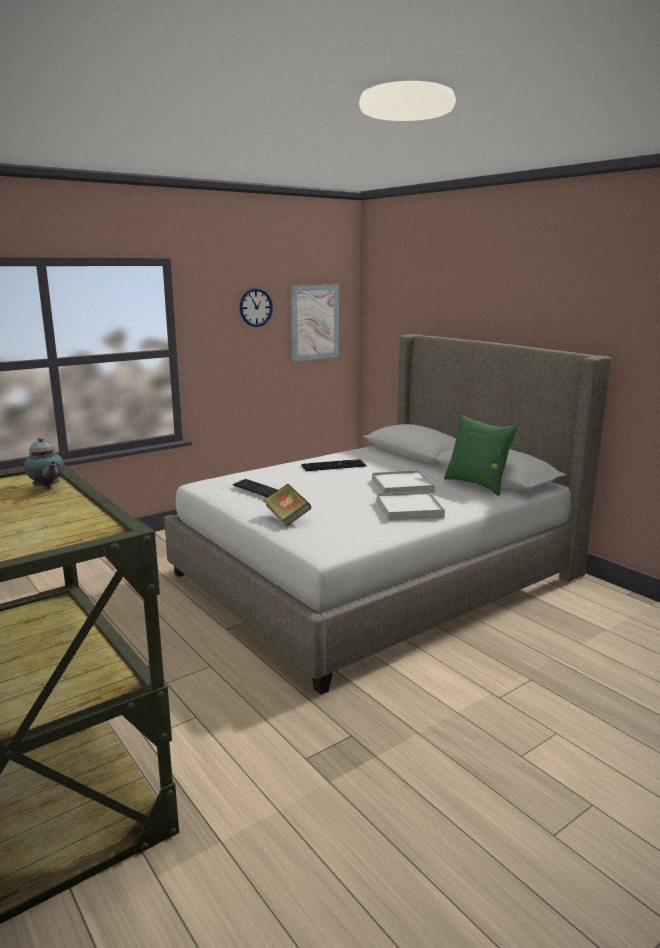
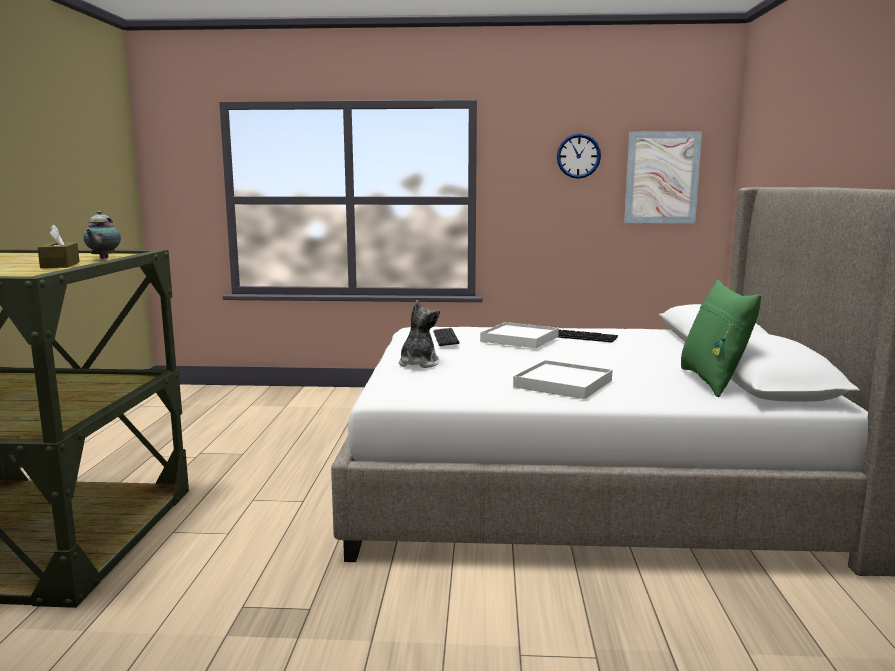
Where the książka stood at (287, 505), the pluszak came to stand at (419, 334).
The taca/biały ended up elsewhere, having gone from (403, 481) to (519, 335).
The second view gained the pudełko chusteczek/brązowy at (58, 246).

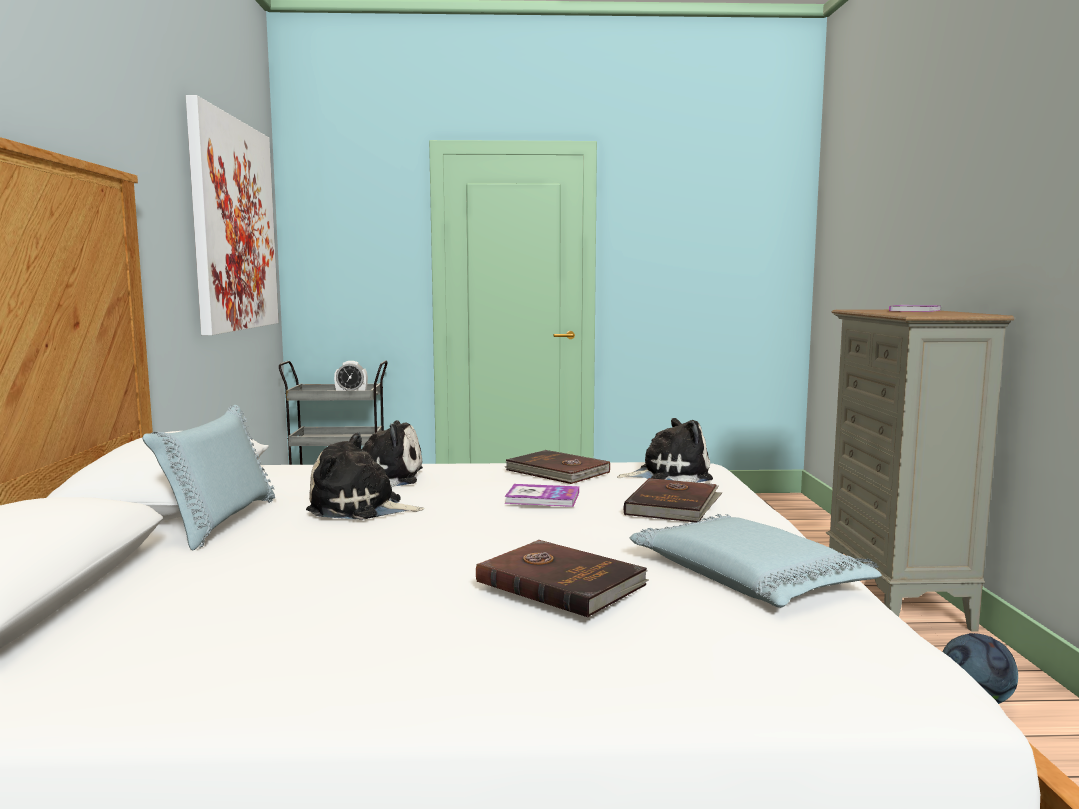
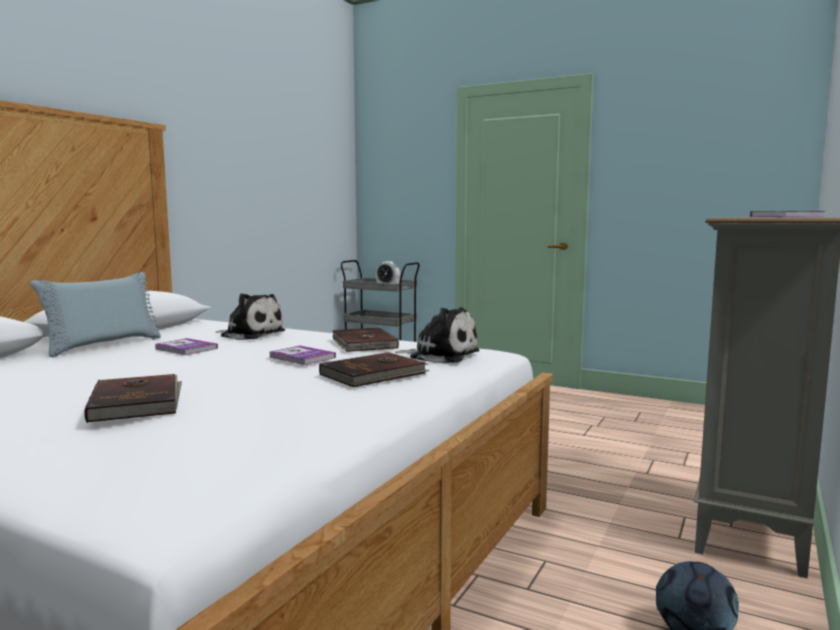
The second view lost the obraz at (232, 215).
Where the pluszak stood at (365, 476), the książka came to stand at (186, 346).
The second view lost the poduszka/niebieski at (756, 561).

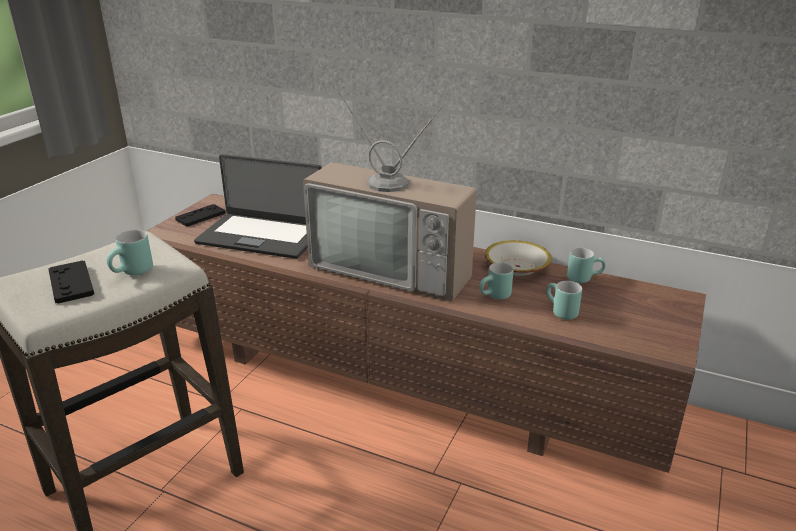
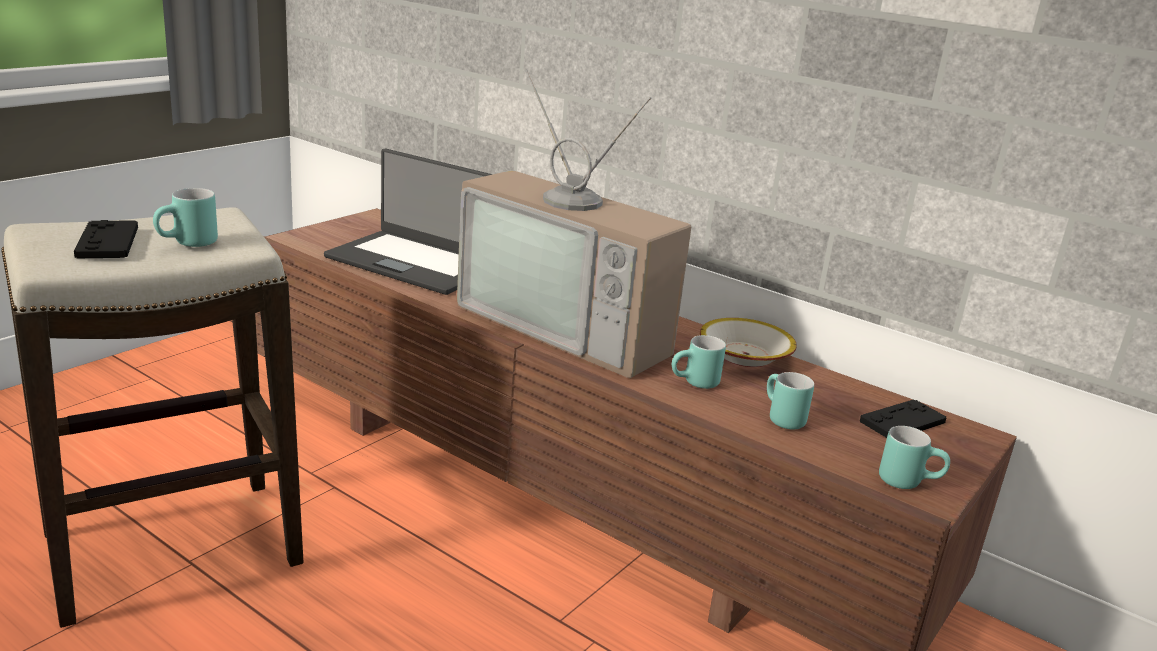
The pad do gier/czarny ended up elsewhere, having gone from (200, 215) to (903, 419).
The kubek/turkusowy ended up elsewhere, having gone from (586, 265) to (914, 457).

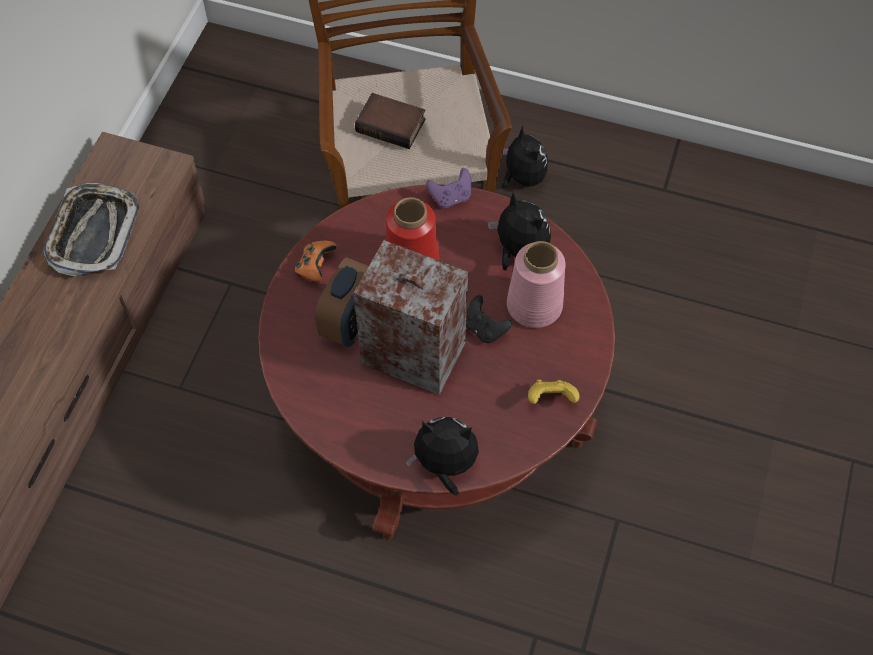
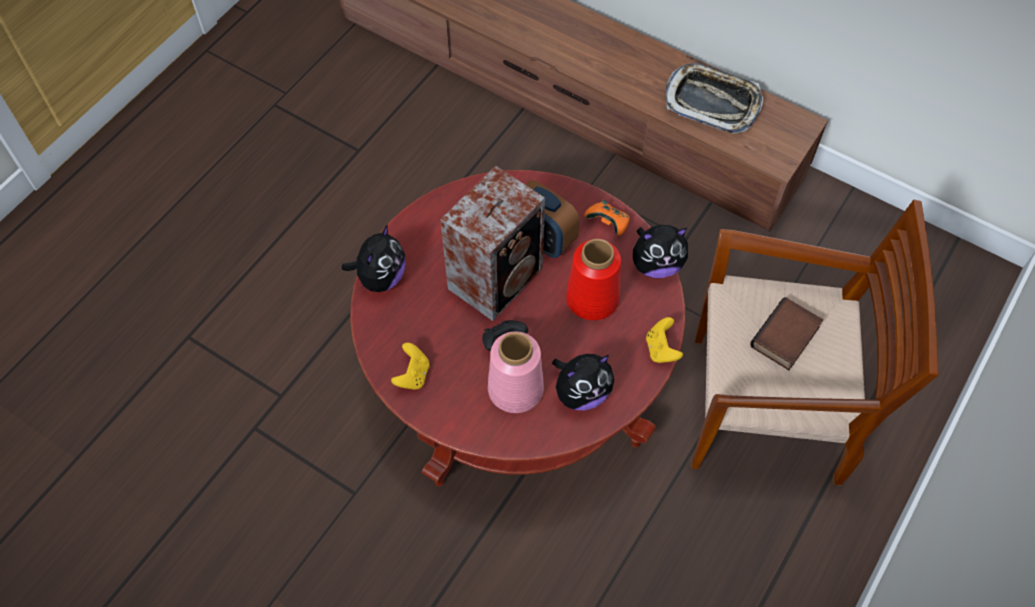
What was the pad do gier/fioletowy at (448, 188) turned into the pad do gier/żółty at (664, 340).
The pluszak ended up elsewhere, having gone from (525, 157) to (660, 251).

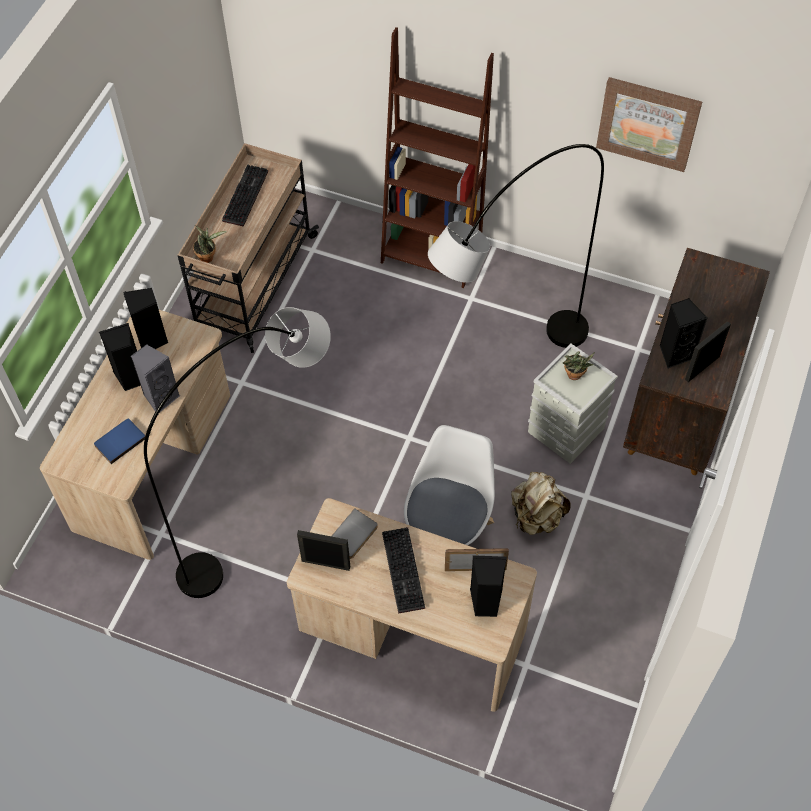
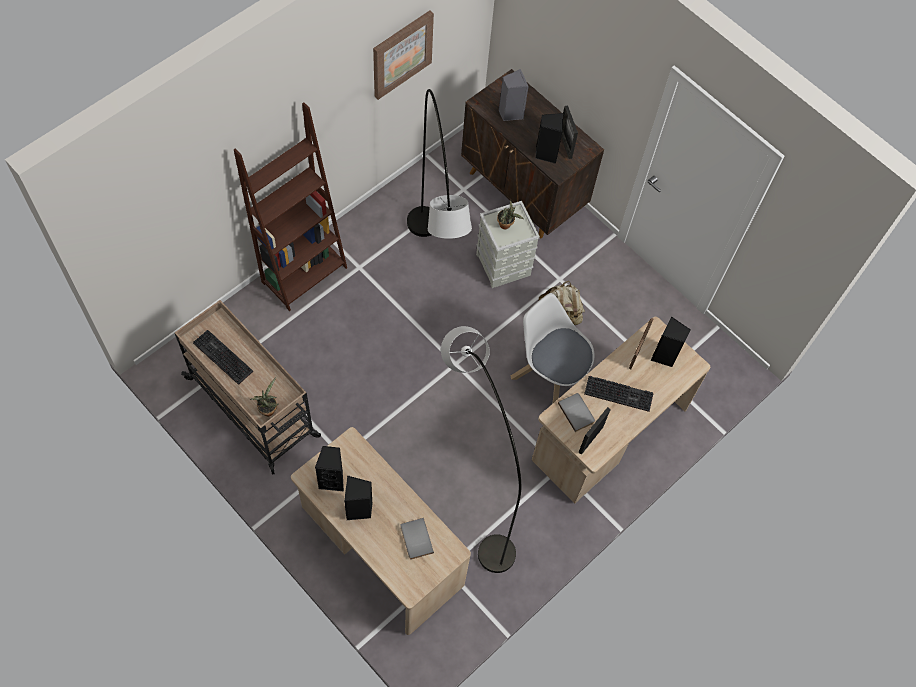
What was the książka/niebieski at (119, 441) turned into the książka/szary at (417, 538).
The głośnik/szary ended up elsewhere, having gone from (155, 378) to (514, 95).

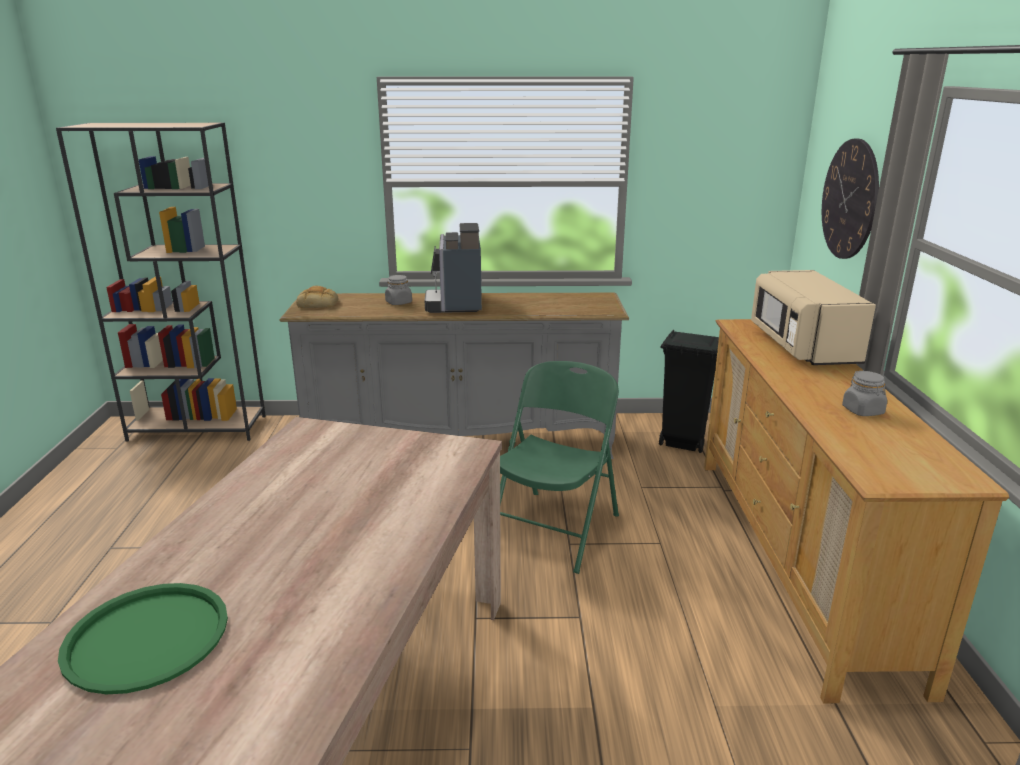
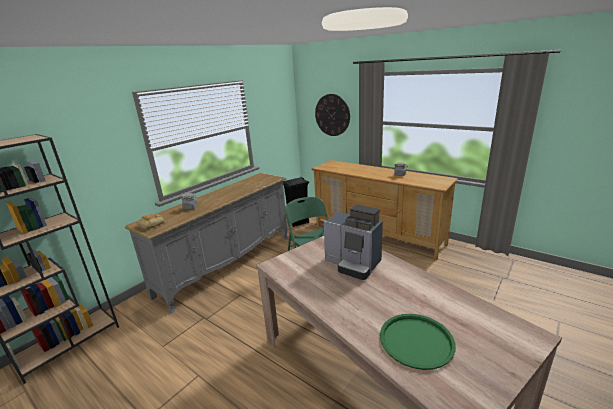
The ekspres do kawy ended up elsewhere, having gone from (453, 268) to (353, 242).
The second view lost the mikrofalówka/beżowy at (813, 317).

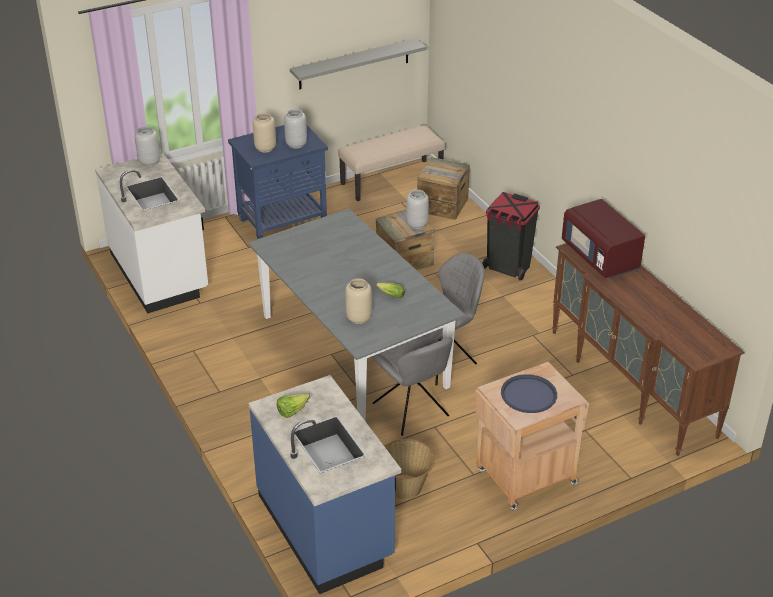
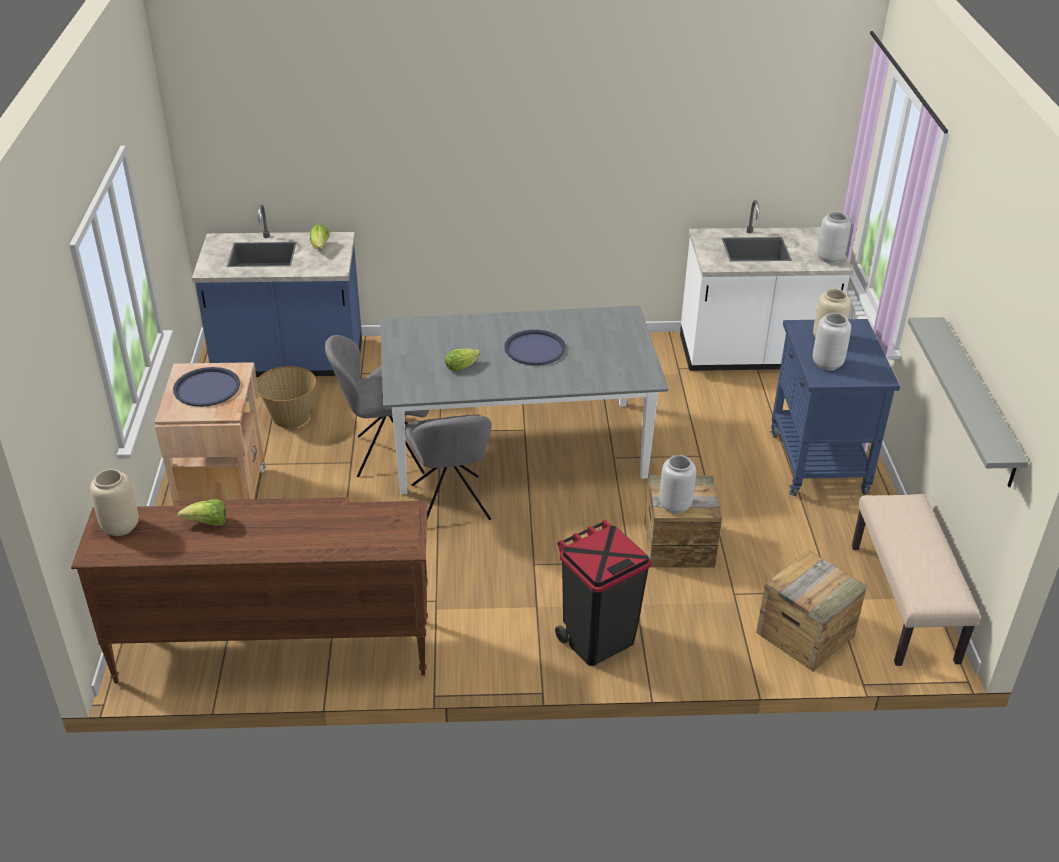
The wazon/beżowy ended up elsewhere, having gone from (358, 301) to (114, 502).
The second view lost the mikrofalówka/czerwony at (603, 238).
The second view gained the sałata at (202, 512).
The second view gained the taca/niebieski at (535, 347).

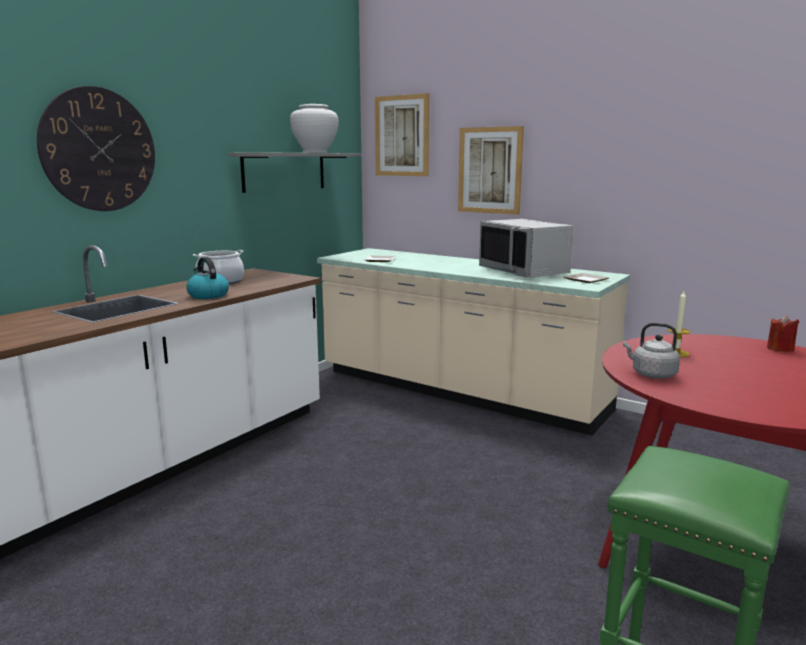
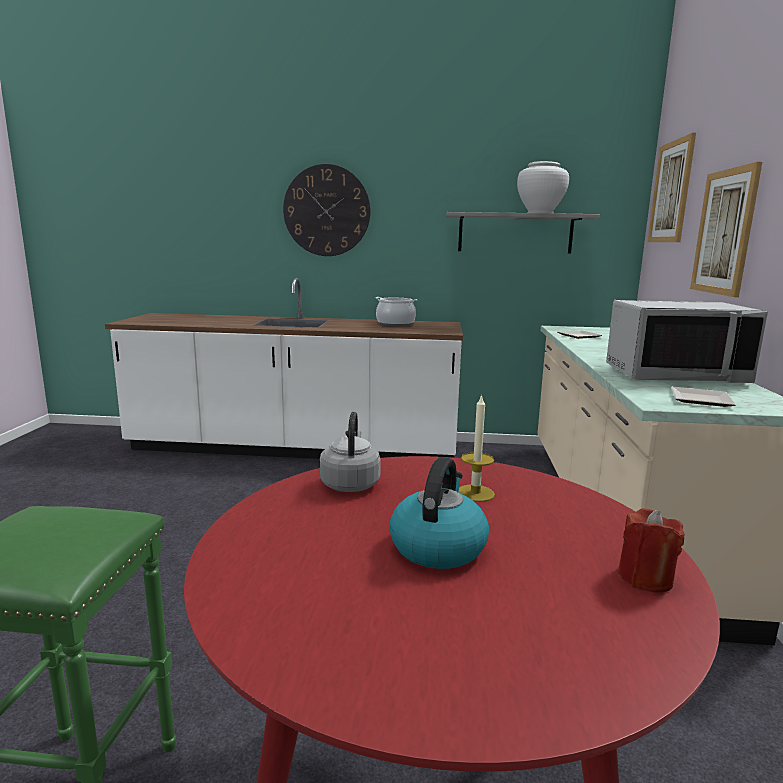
The czajnik ended up elsewhere, having gone from (207, 278) to (439, 513).
The mikrofalówka/szary at (526, 248) ended up facing another way, 120 degrees counterclockwise from before.

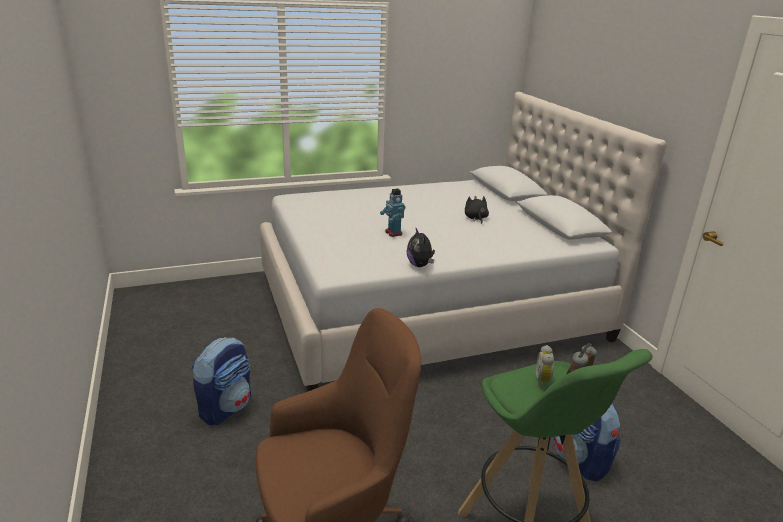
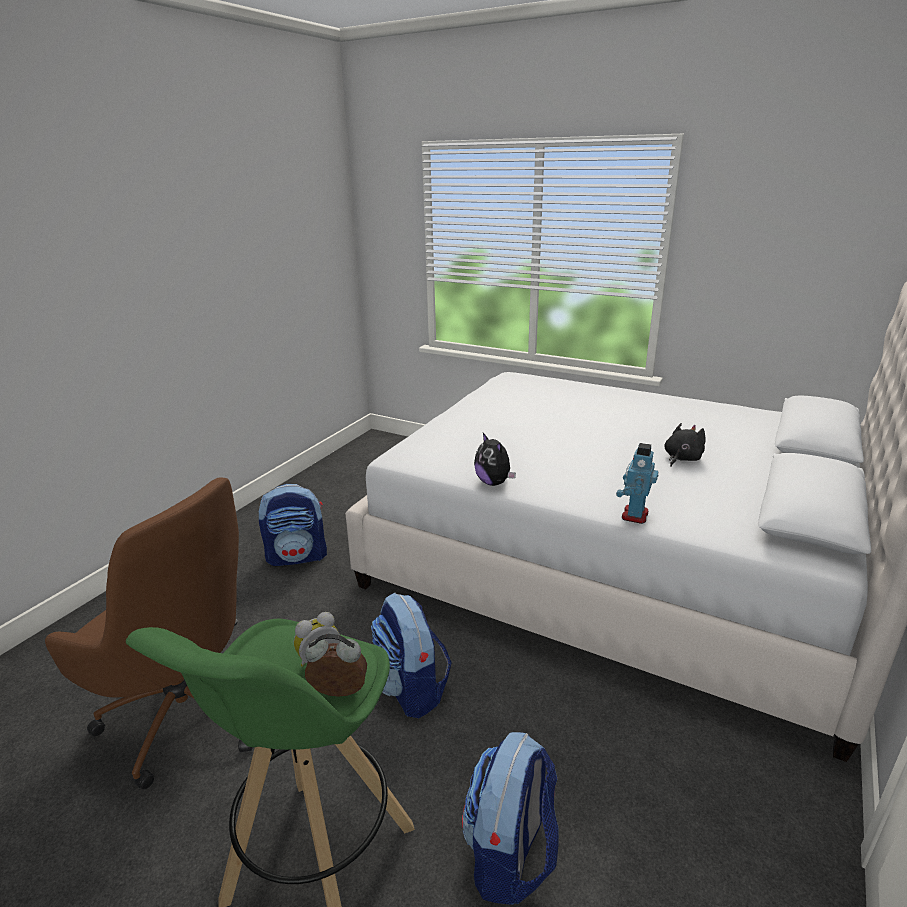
The robot zabawkowy ended up elsewhere, having gone from (392, 212) to (637, 483).
The pluszak at (420, 247) ended up facing another way, 60 degrees counterclockwise from before.
The second view gained the plecak at (411, 655).

